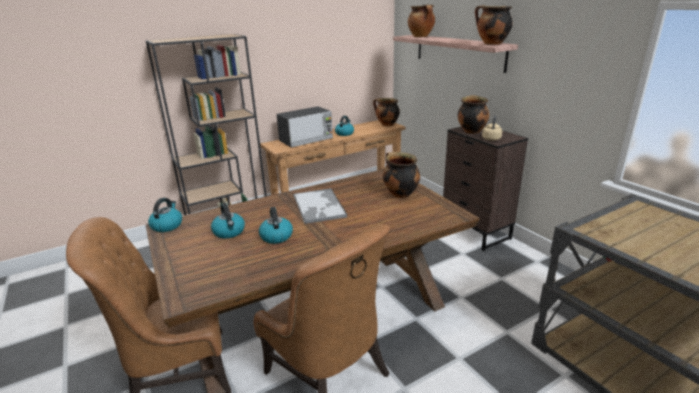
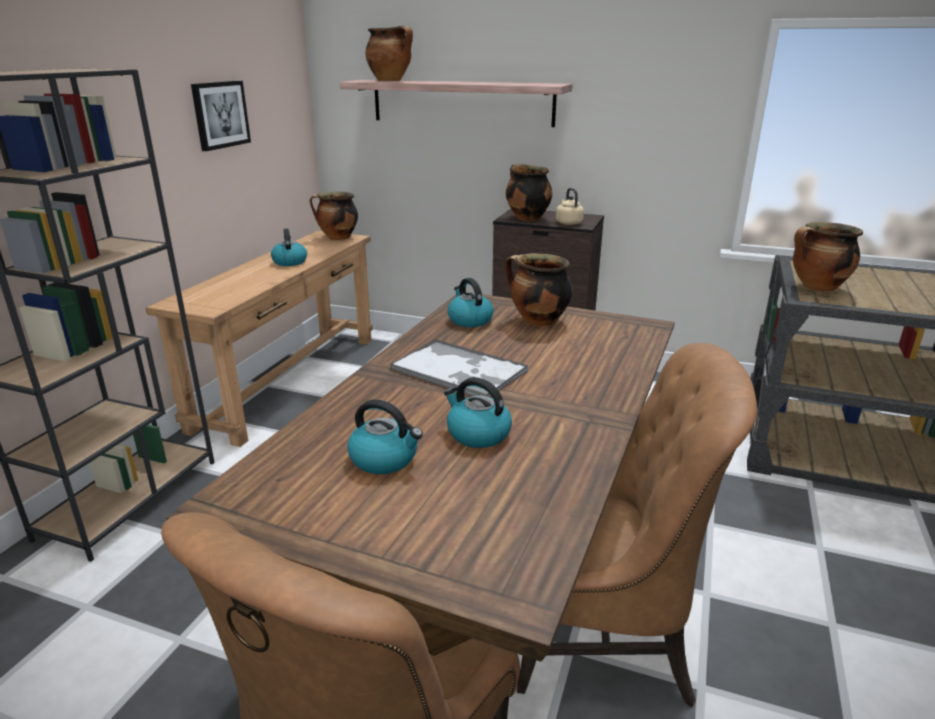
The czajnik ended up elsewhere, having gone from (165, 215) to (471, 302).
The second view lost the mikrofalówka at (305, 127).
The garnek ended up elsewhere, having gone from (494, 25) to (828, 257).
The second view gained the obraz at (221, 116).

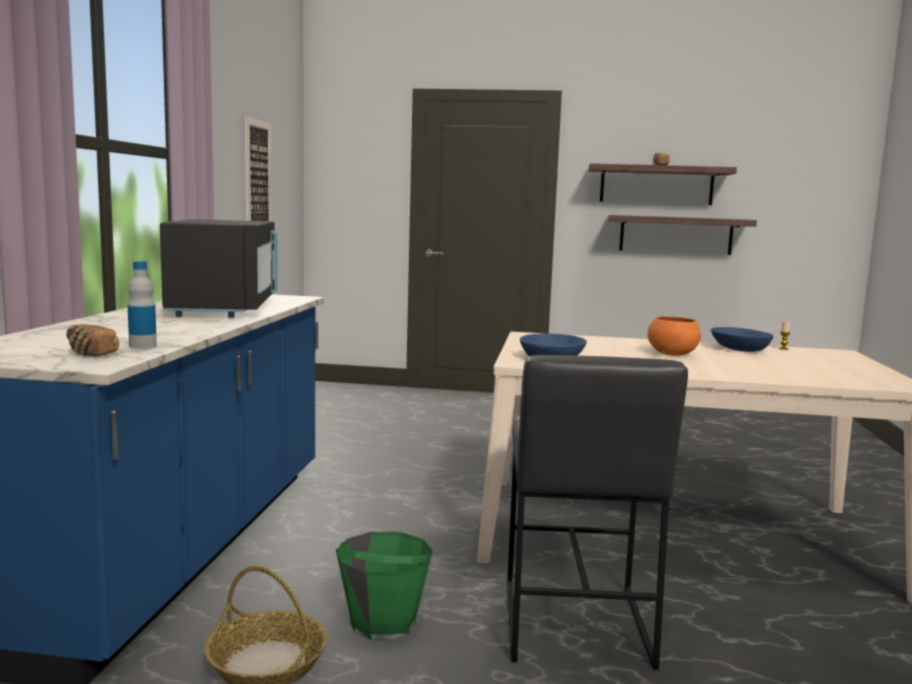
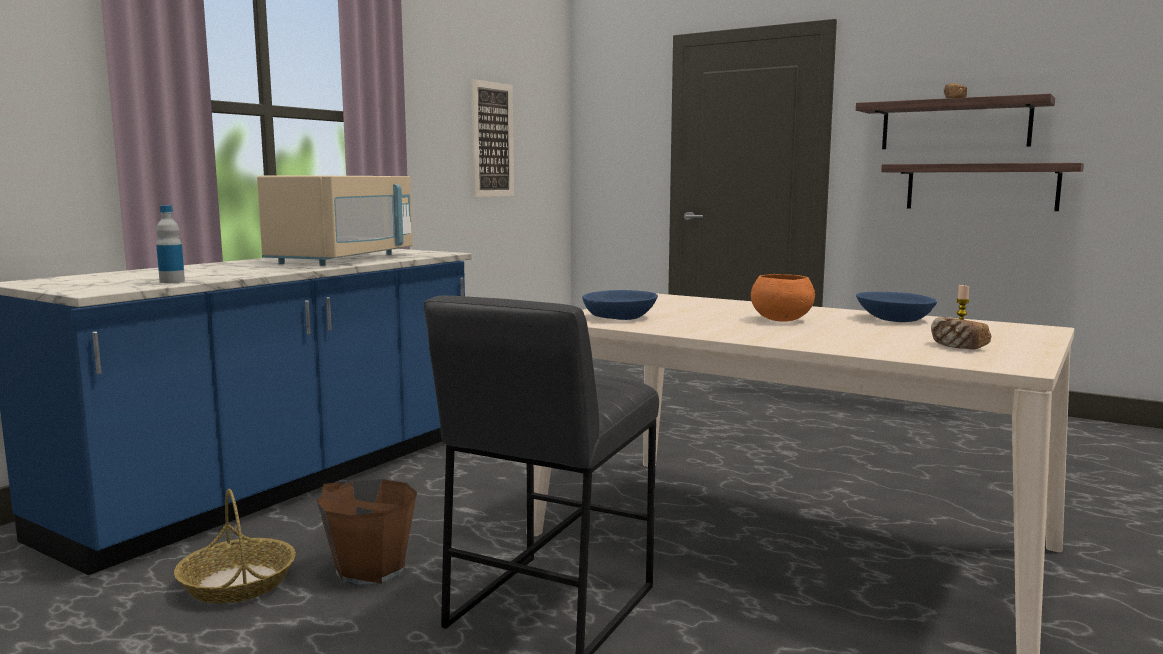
The chleb ended up elsewhere, having gone from (92, 340) to (961, 333).
What was the mikrofalówka/czarny at (218, 268) turned into the mikrofalówka/beżowy at (335, 221).
What was the wiadro/zielony at (384, 586) turned into the wiadro/brązowy at (367, 532).

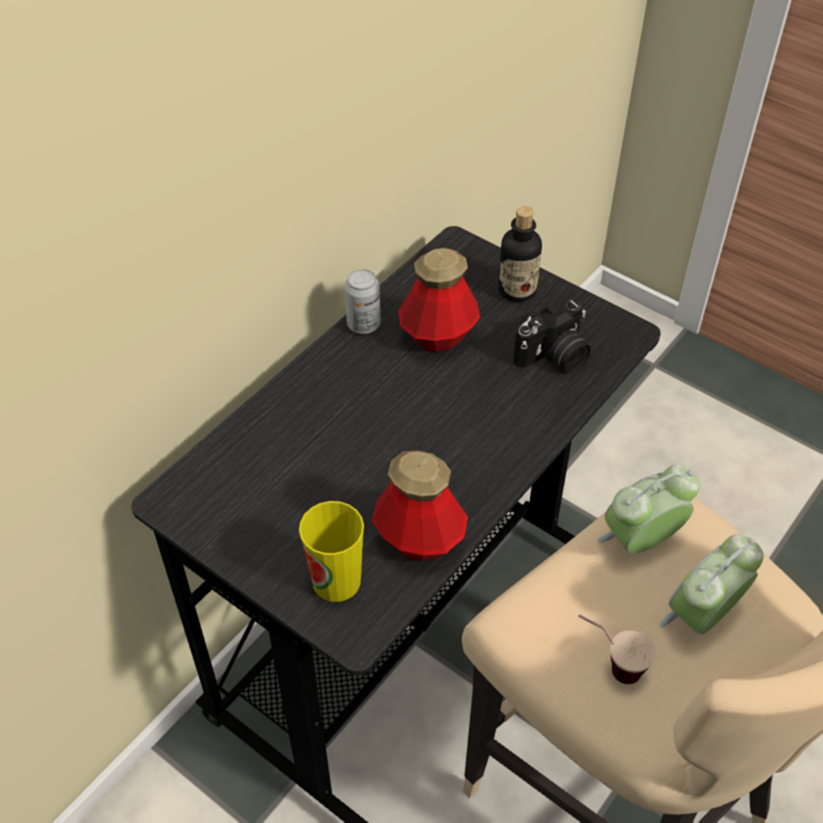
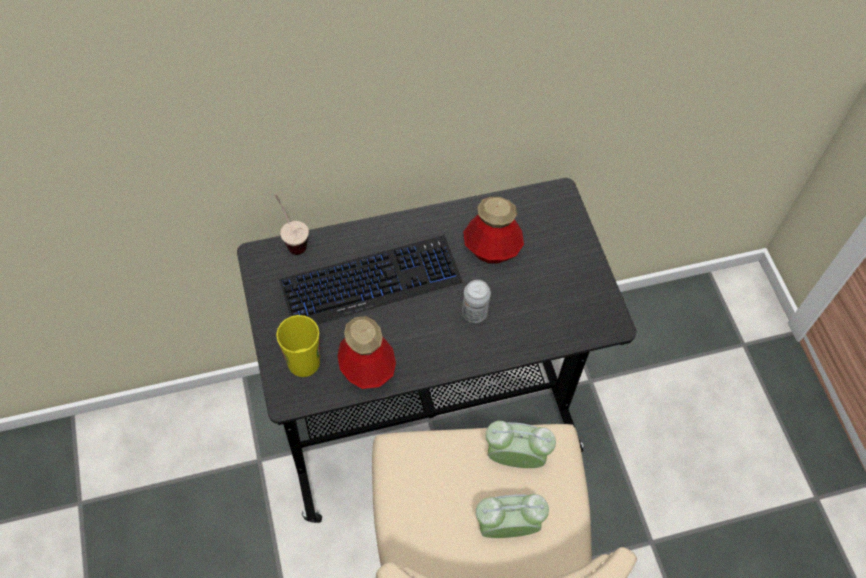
The puszka ended up elsewhere, having gone from (363, 301) to (476, 301).
The second view lost the butelka at (520, 254).
The second view lost the aparat fotograficzny at (552, 336).
The filiżanka ended up elsewhere, having gone from (617, 649) to (292, 225).
The second view gained the klawiatura at (371, 279).

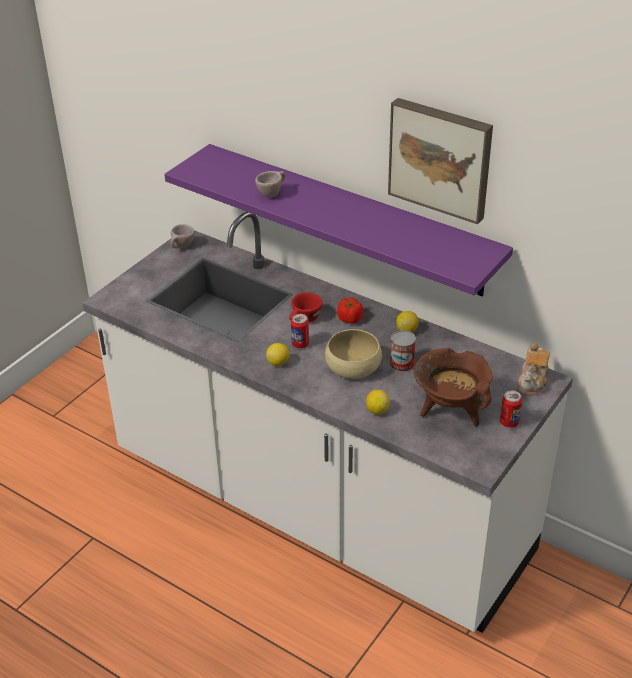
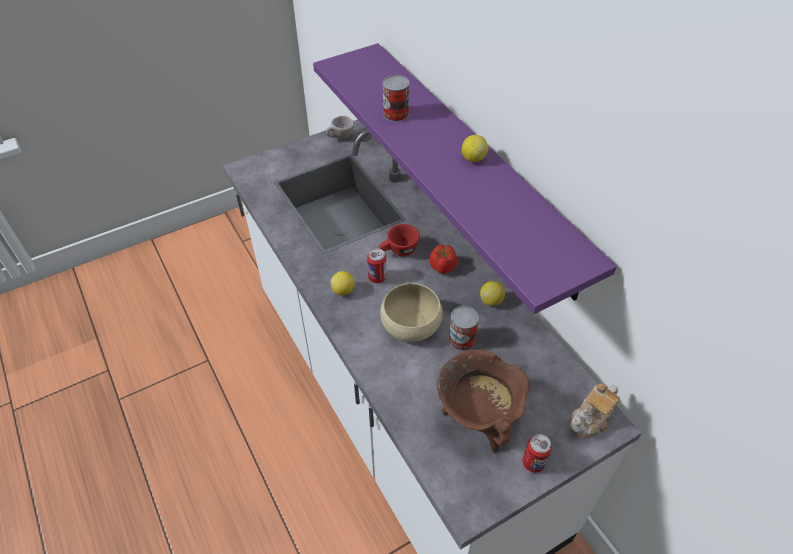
Where the filiżanka/beżowy stood at (270, 184), the puszka came to stand at (395, 98).
The cytryna ended up elsewhere, having gone from (378, 402) to (474, 148).
The second view lost the obraz at (440, 161).

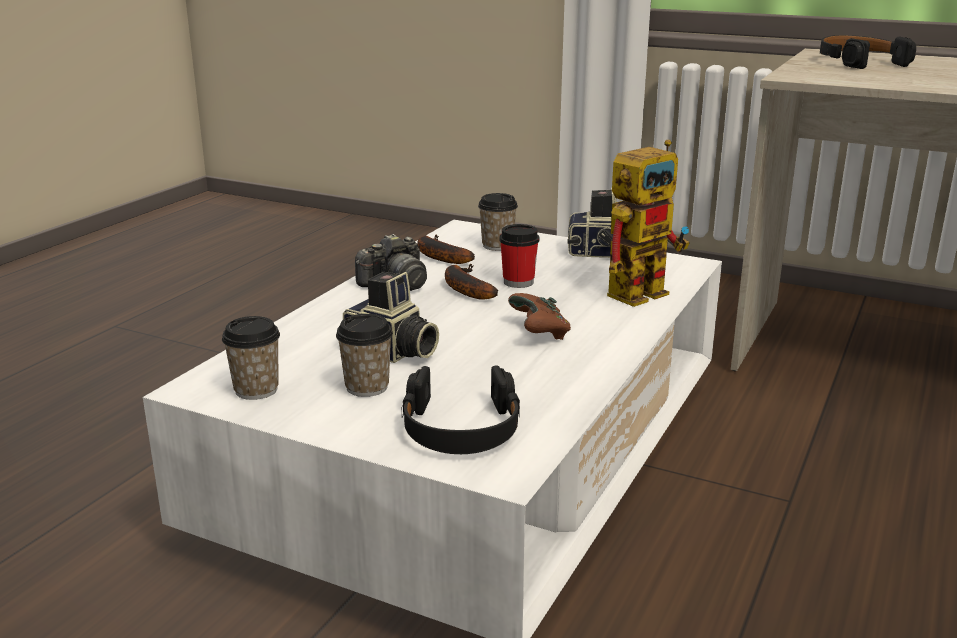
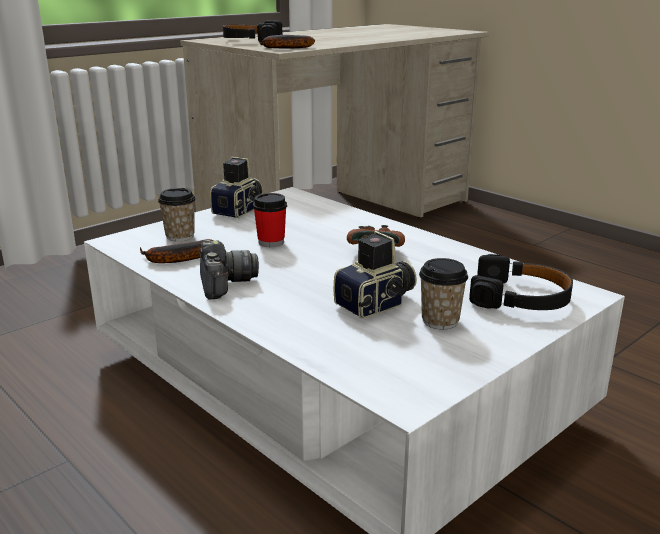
The second view lost the filiżanka at (251, 358).
The banan ended up elsewhere, having gone from (471, 282) to (287, 42).
The second view lost the robot zabawkowy at (648, 223).

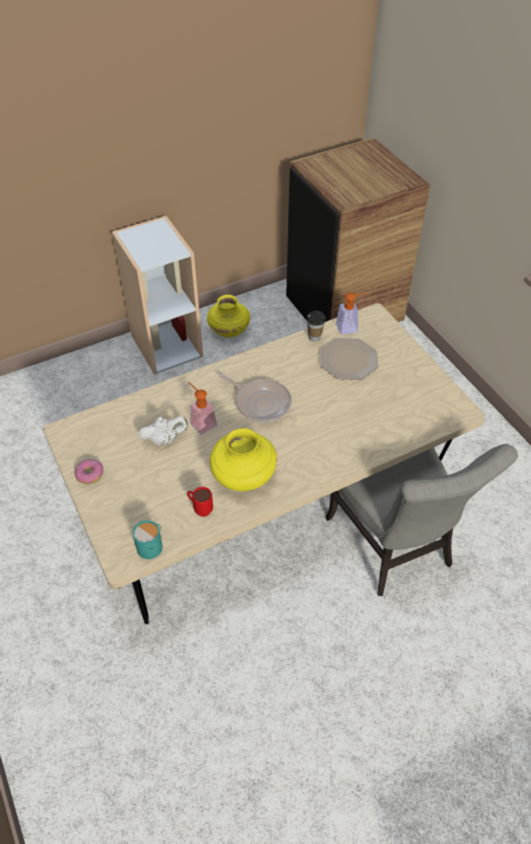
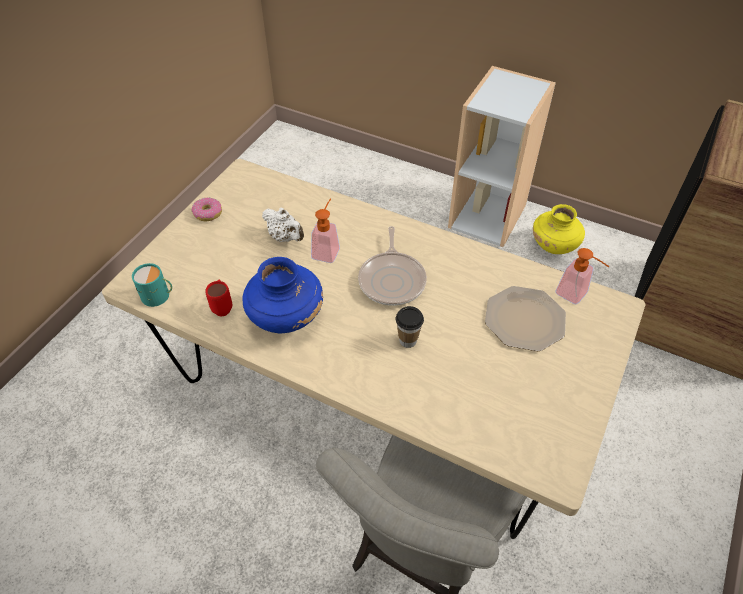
What was the wazon/żółty at (243, 459) turned into the wazon/niebieski at (282, 295).
The filiżanka ended up elsewhere, having gone from (316, 326) to (410, 327).

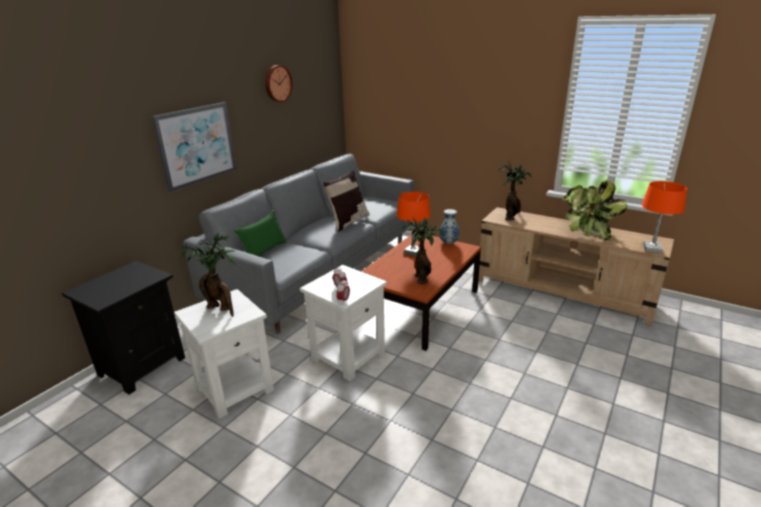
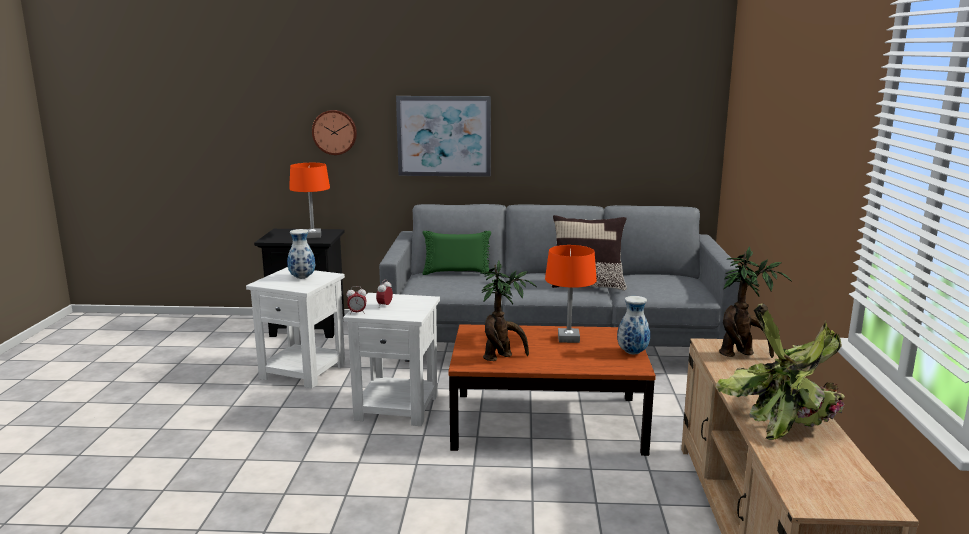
Where the roślina doniczkowa stood at (208, 275), the wazon came to stand at (301, 254).
The zegar ścienny ended up elsewhere, having gone from (279, 83) to (334, 132).
The lampa stołowa/pomarańczowy ended up elsewhere, having gone from (664, 217) to (309, 200).

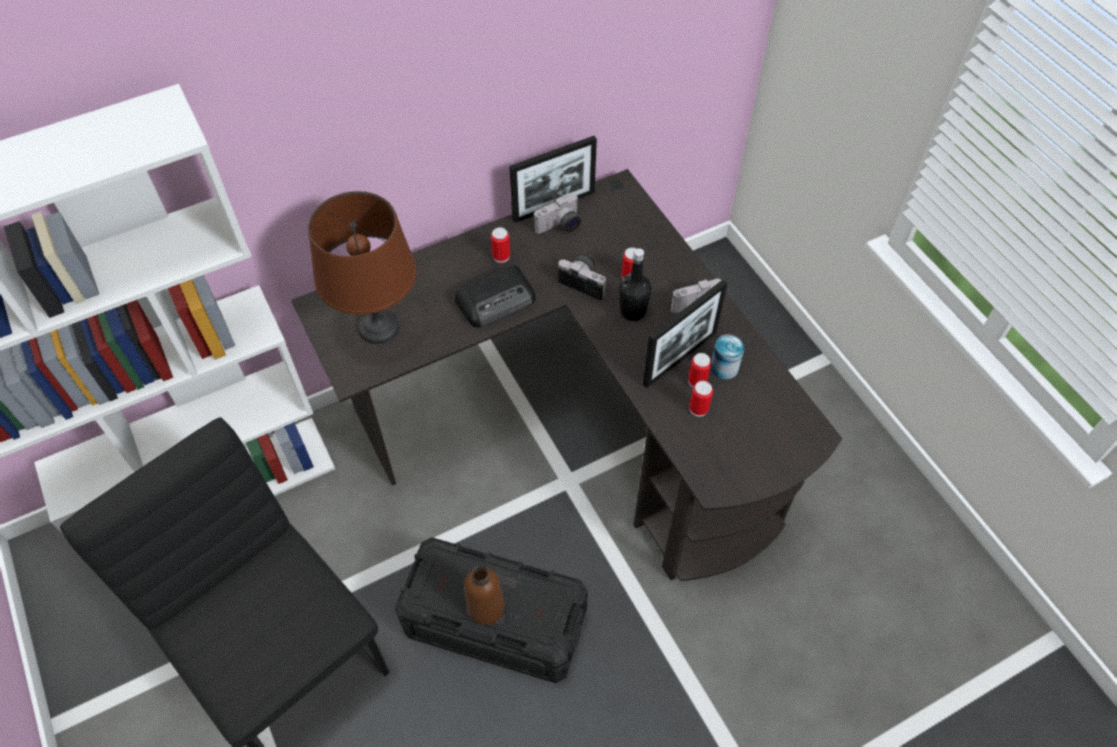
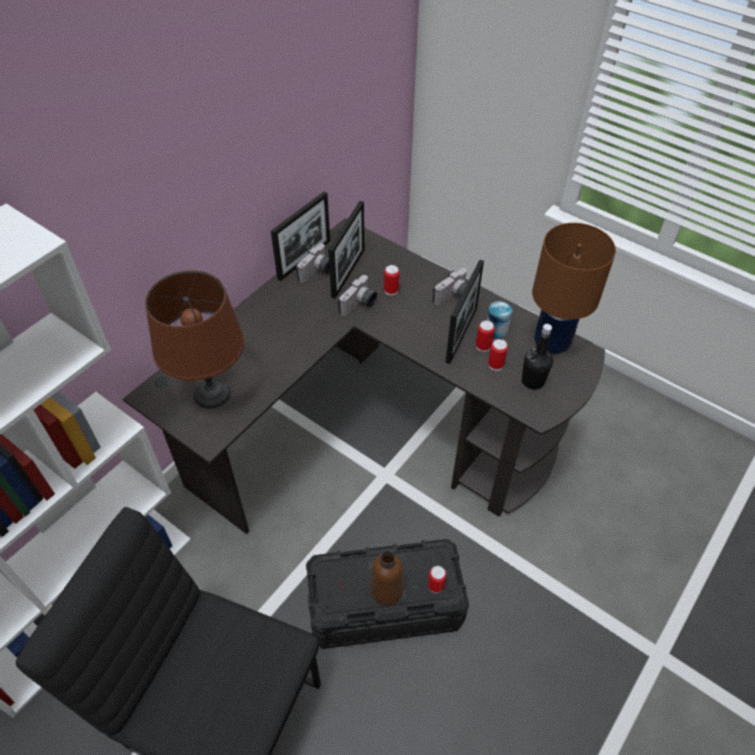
The second view lost the radio at (495, 296).
The puszka ended up elsewhere, having gone from (500, 245) to (437, 579).
The aparat fotograficzny at (582, 277) ended up facing another way, 120 degrees clockwise from before.
The butelka/czarny ended up elsewhere, having gone from (635, 284) to (537, 357).
The second view gained the ramka na zdjęcie at (346, 250).
The second view gained the lampa stołowa/brązowy at (574, 288).

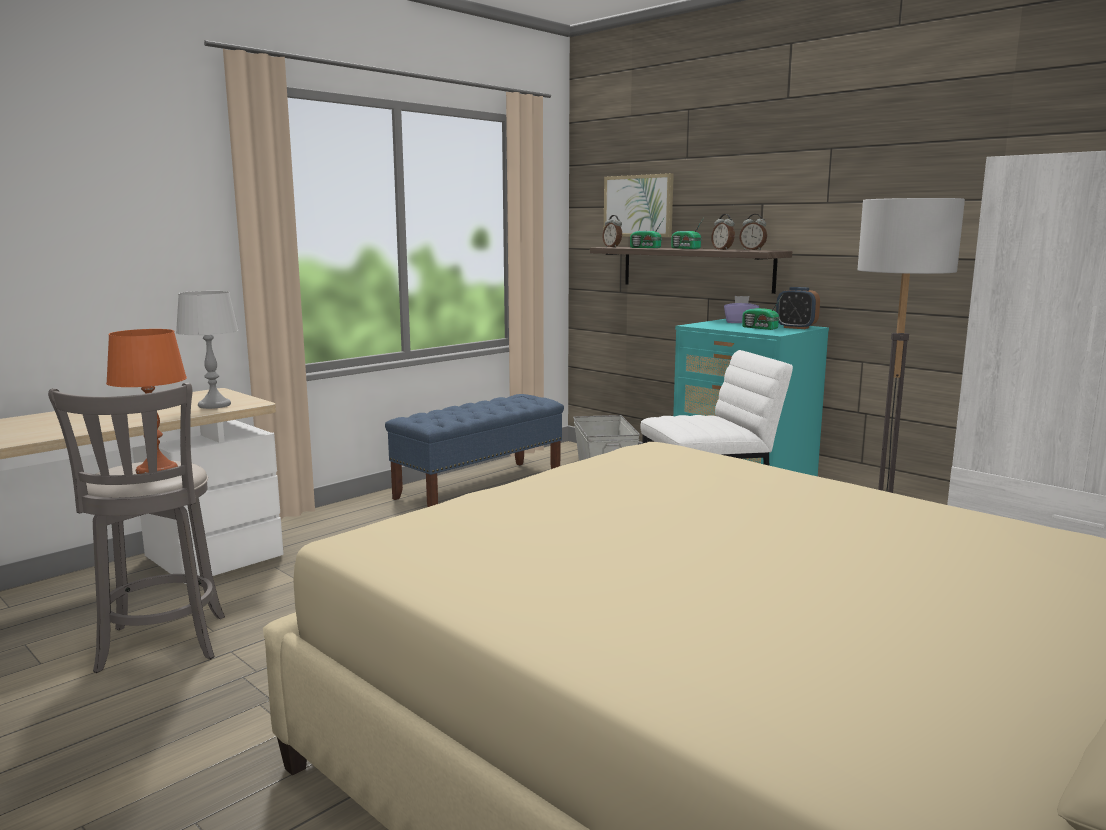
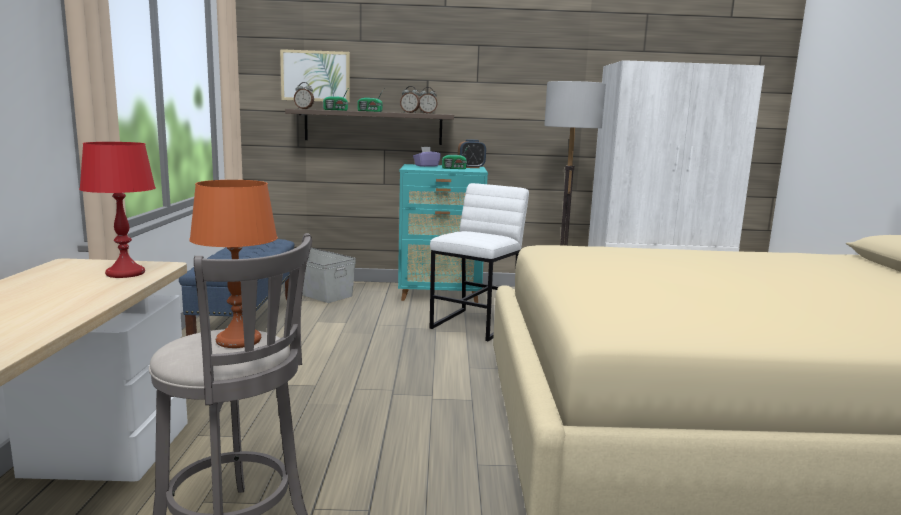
What was the lampa stołowa/szary at (207, 350) turned into the lampa stołowa/czerwony at (117, 210).

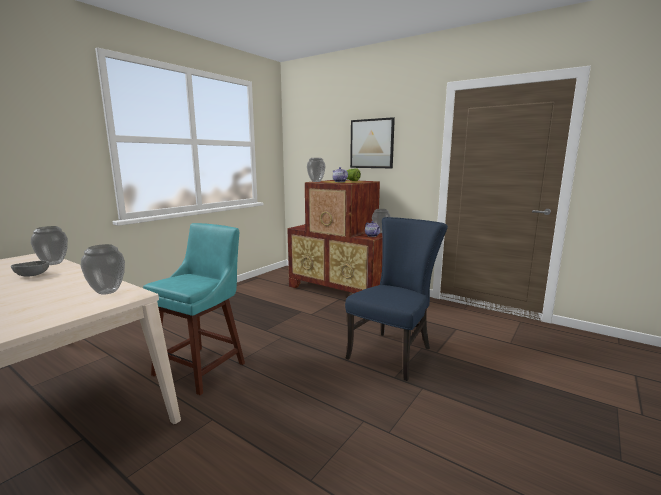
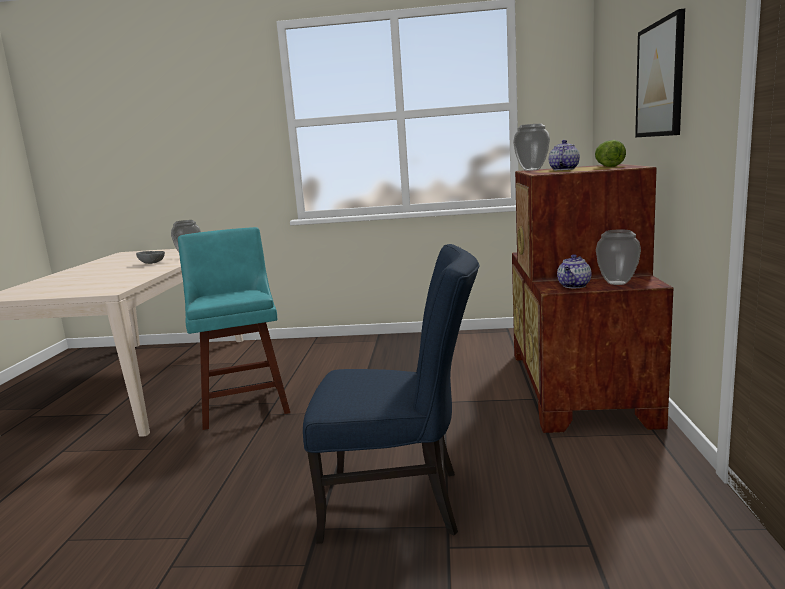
The second view lost the wazon at (103, 269).
The krzesło/turkusowy at (194, 309) ended up facing another way, 105 degrees counterclockwise from before.

